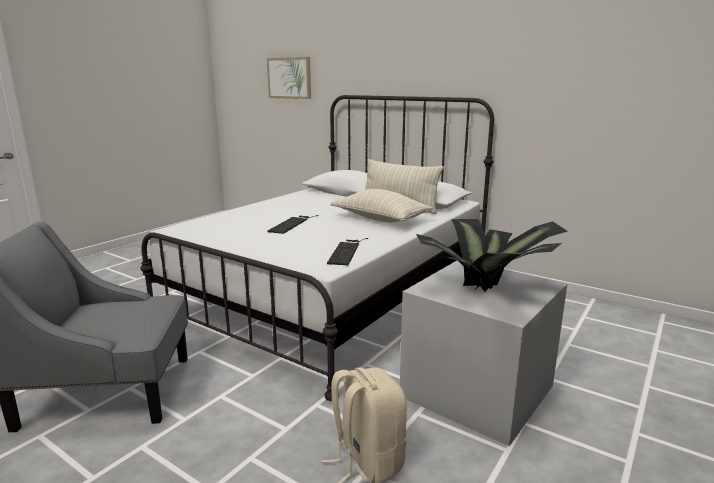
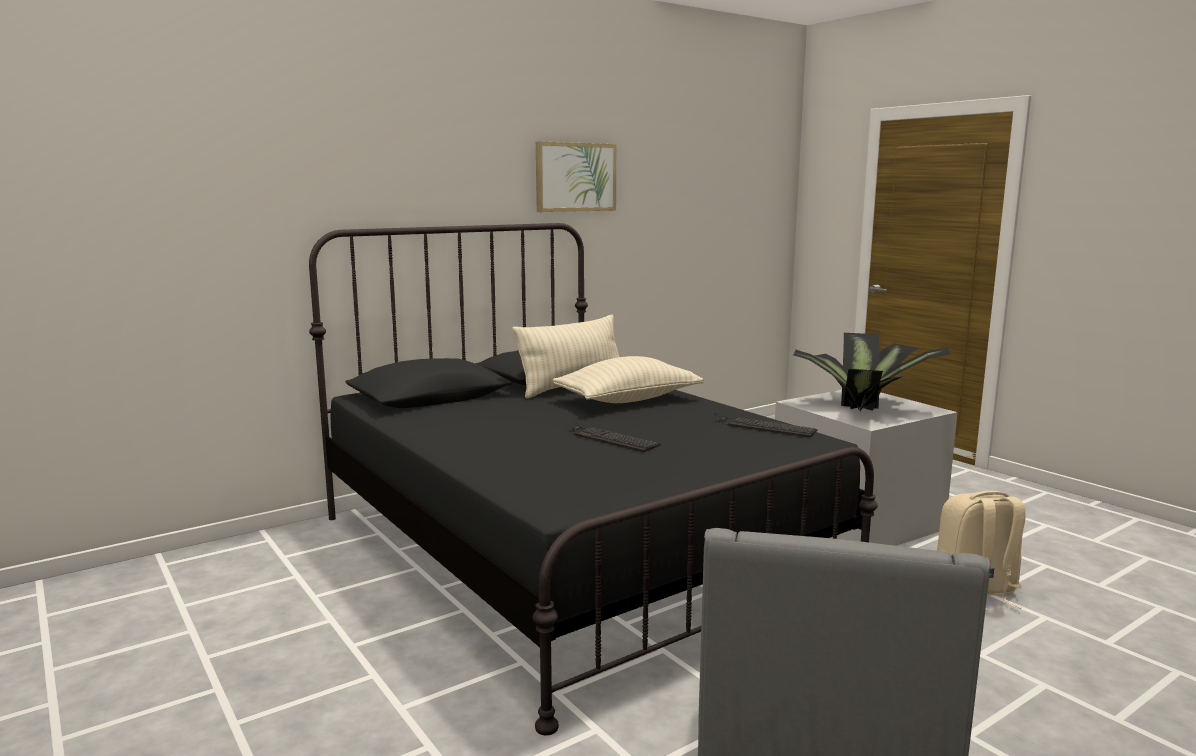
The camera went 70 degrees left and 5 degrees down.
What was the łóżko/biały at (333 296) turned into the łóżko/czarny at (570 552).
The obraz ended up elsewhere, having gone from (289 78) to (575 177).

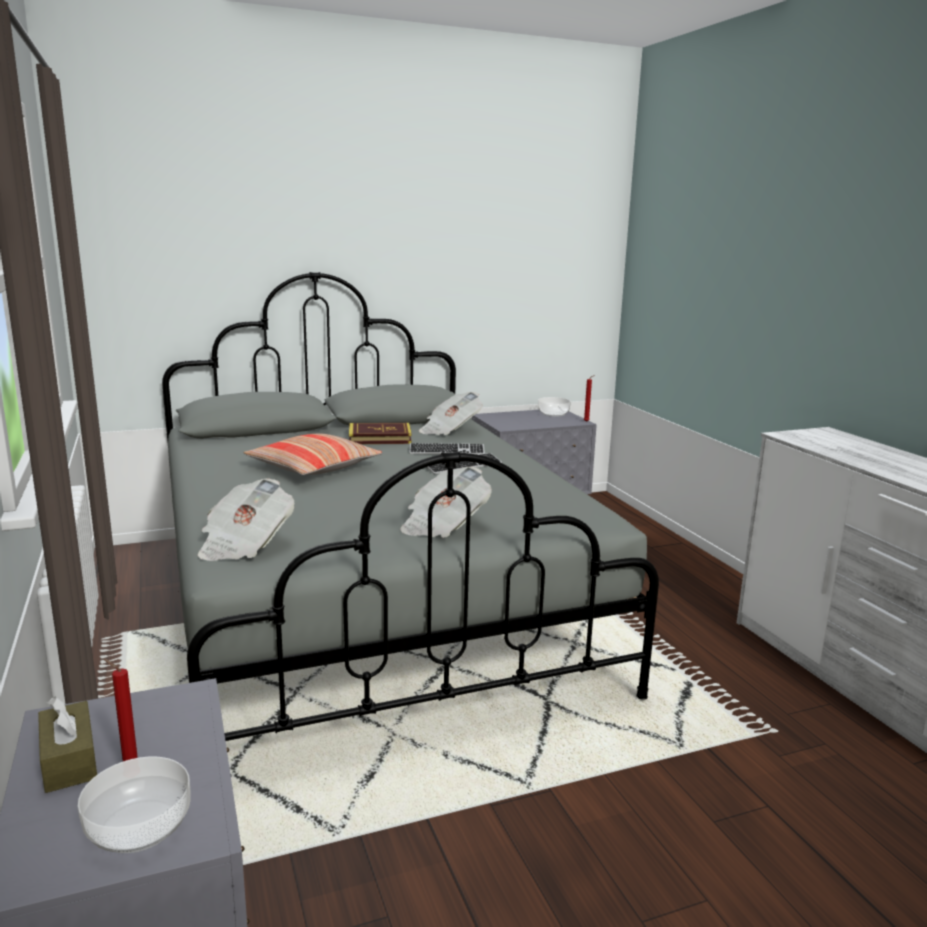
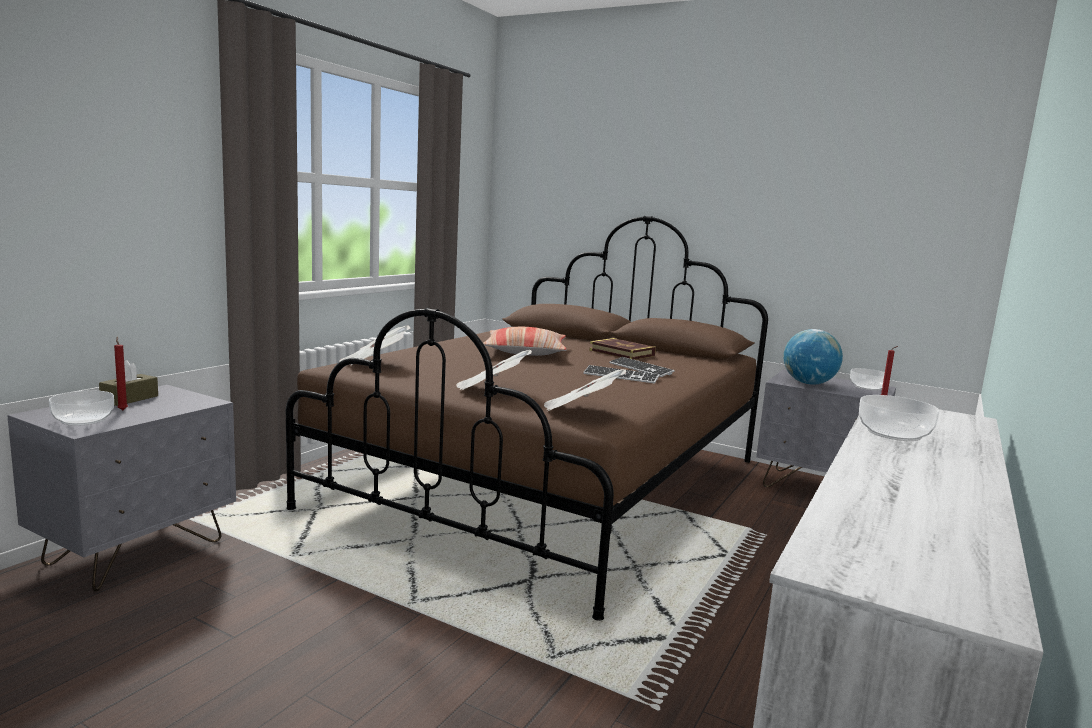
The camera went 50 degrees right and 5 degrees down.
What was the łóżko/szary at (369 605) turned into the łóżko/brązowy at (551 483).
The gazeta ended up elsewhere, having gone from (449 430) to (580 411).
The second view gained the globus at (808 383).
The second view gained the miska at (893 433).

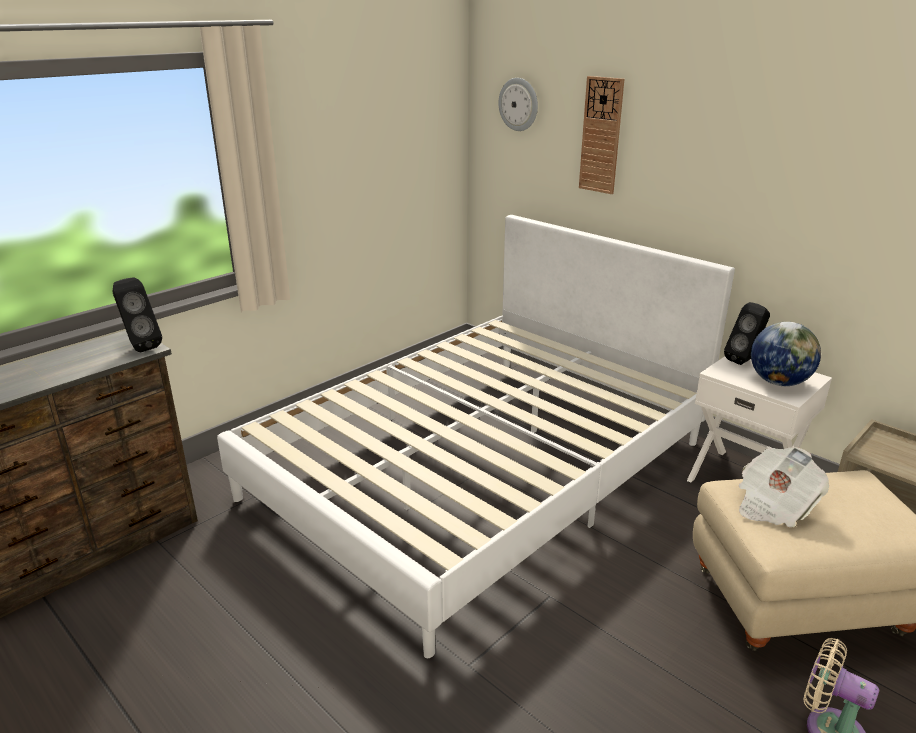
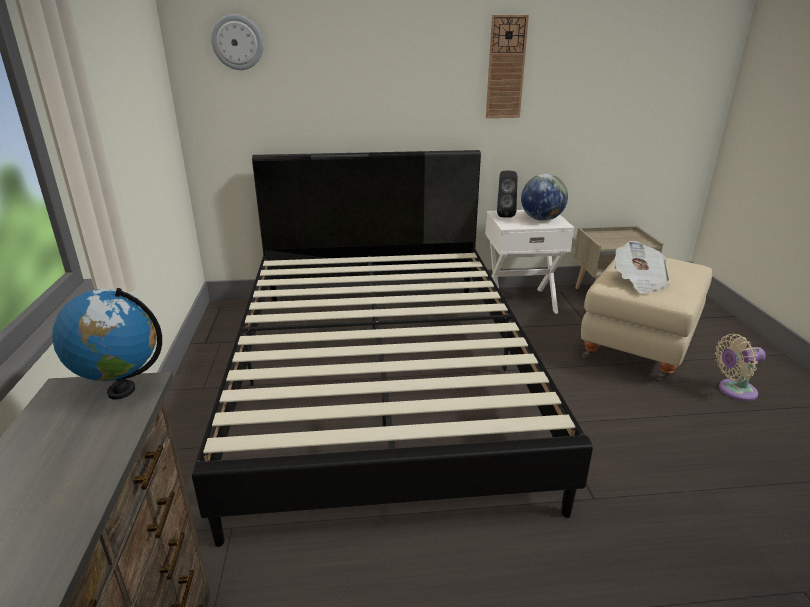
The camera went 50 degrees left and 0 degrees up.
Where the głośnik/czarny stood at (140 346), the globus came to stand at (122 390).
What was the łóżko/biały at (481 469) turned into the łóżko/czarny at (382 379).
The zegar ścienny ended up elsewhere, having gone from (601 135) to (506 68).

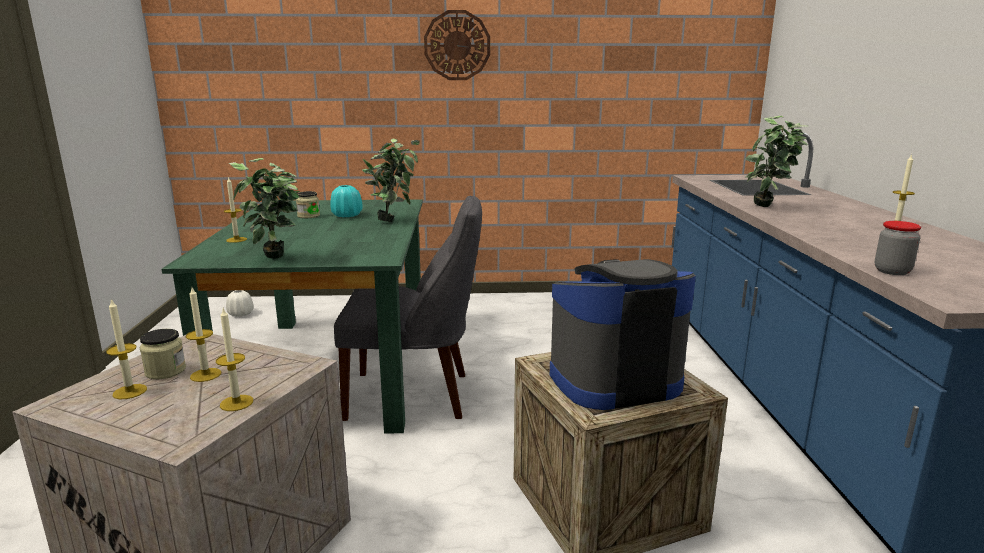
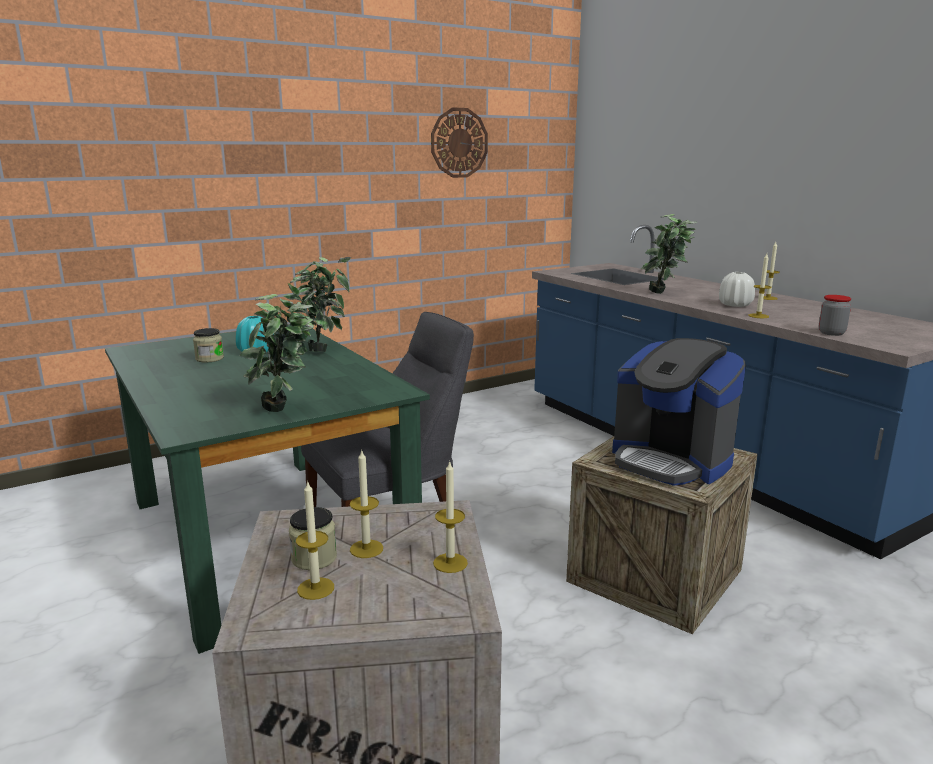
The camera went 30 degrees left and 0 degrees up.
The świeca ended up elsewhere, having gone from (236 240) to (758 316).
The wazon/biały ended up elsewhere, having gone from (240 314) to (735 305).
The zegar ścienny ended up elsewhere, having gone from (457 45) to (459 143).
The ekspres do kawy at (613 380) ended up facing another way, 90 degrees counterclockwise from before.

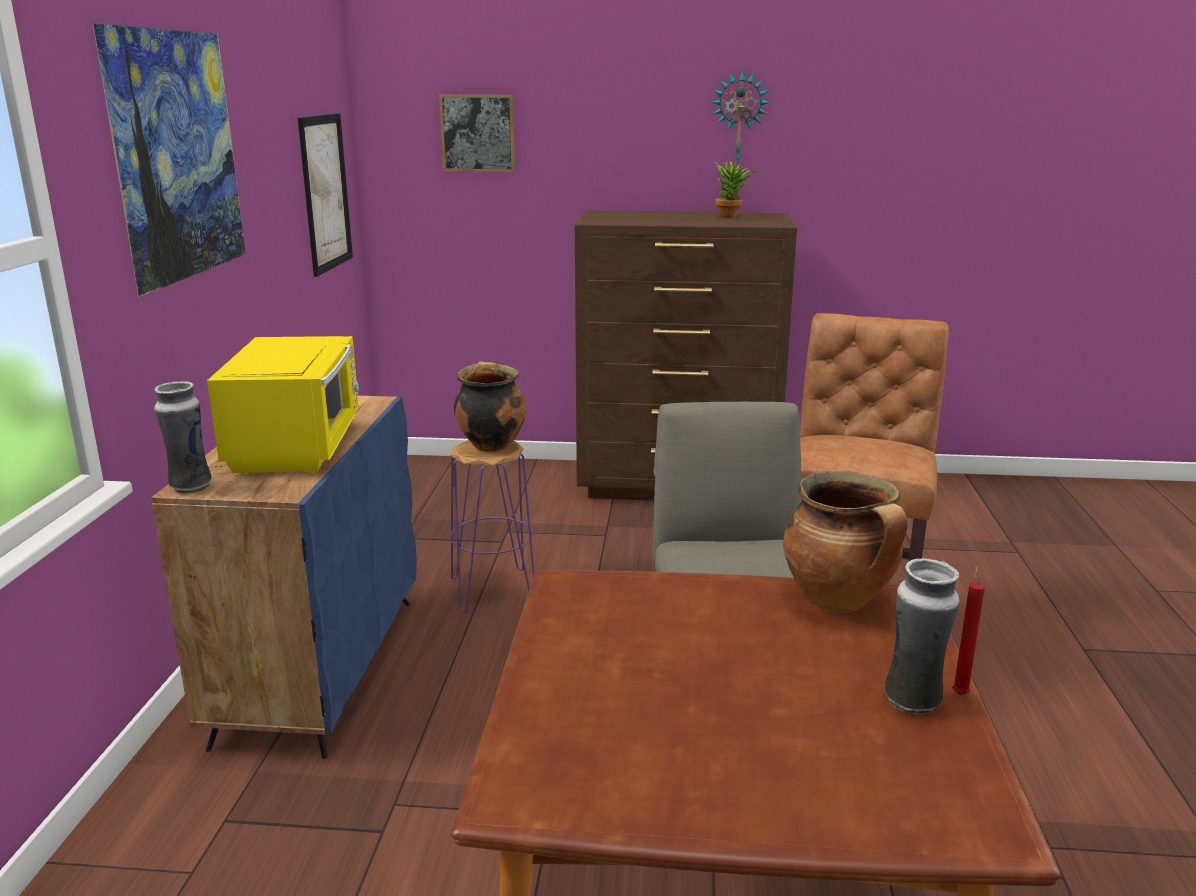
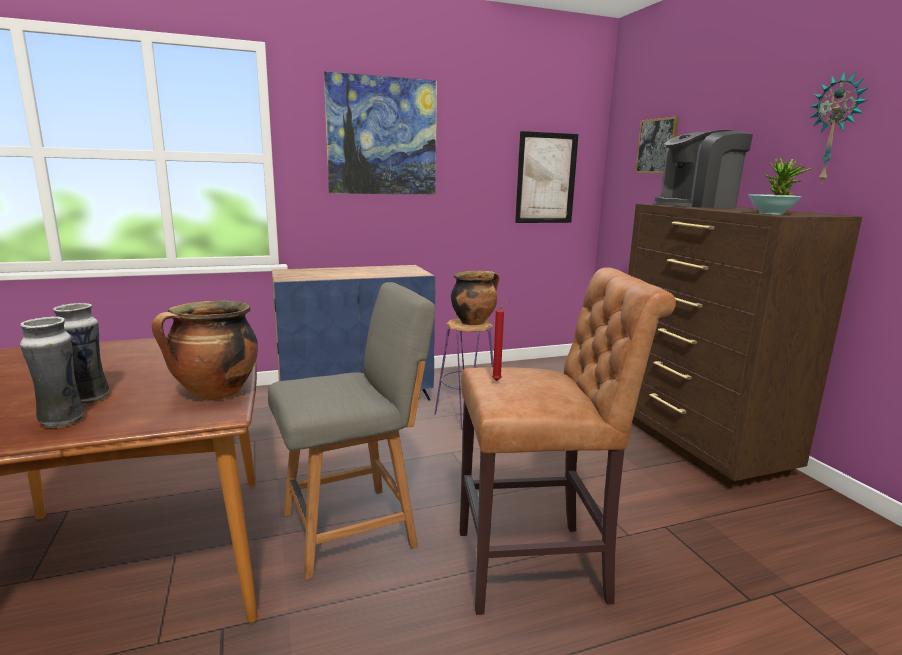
The camera went 65 degrees right and 5 degrees down.
The wazon ended up elsewhere, having gone from (190 487) to (88 398).
The second view lost the mikrofalówka/żółty at (298 447).
The świeca/czerwony ended up elsewhere, having gone from (960 693) to (498 380).
The second view gained the ekspres do kawy at (696 205).
The second view gained the miska/turkusowy at (771 213).

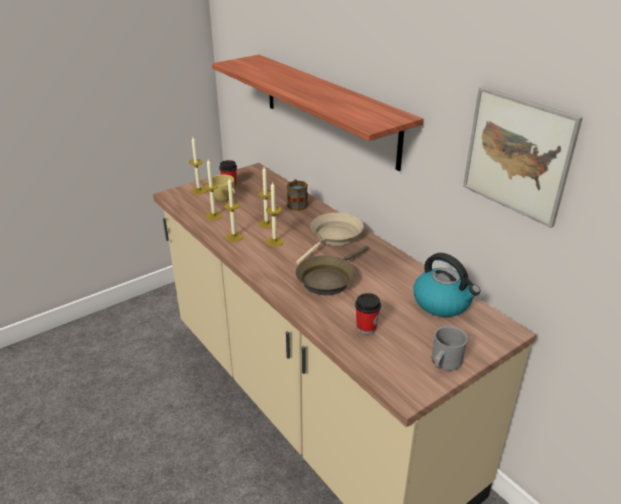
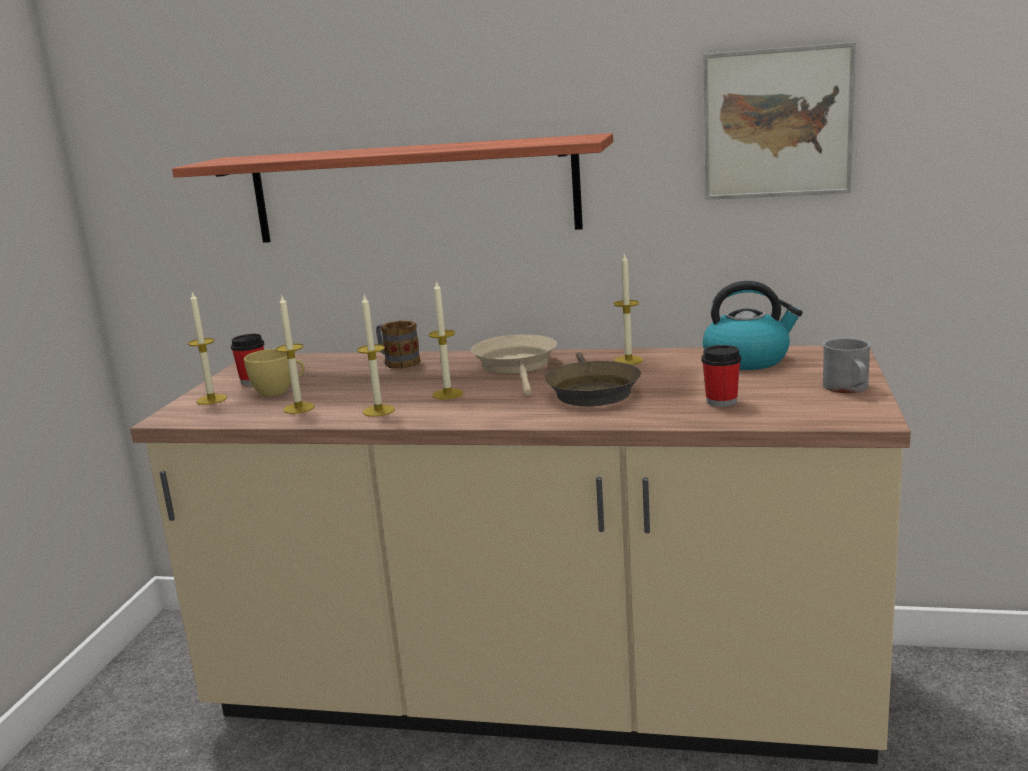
The camera went 40 degrees left and 15 degrees down.
The świeca ended up elsewhere, having gone from (266 224) to (628 360).

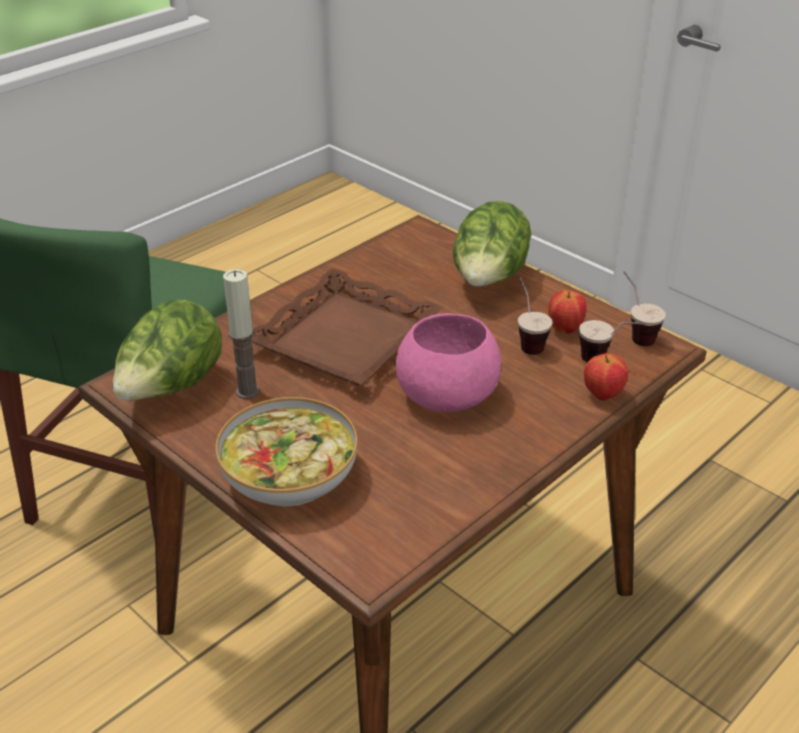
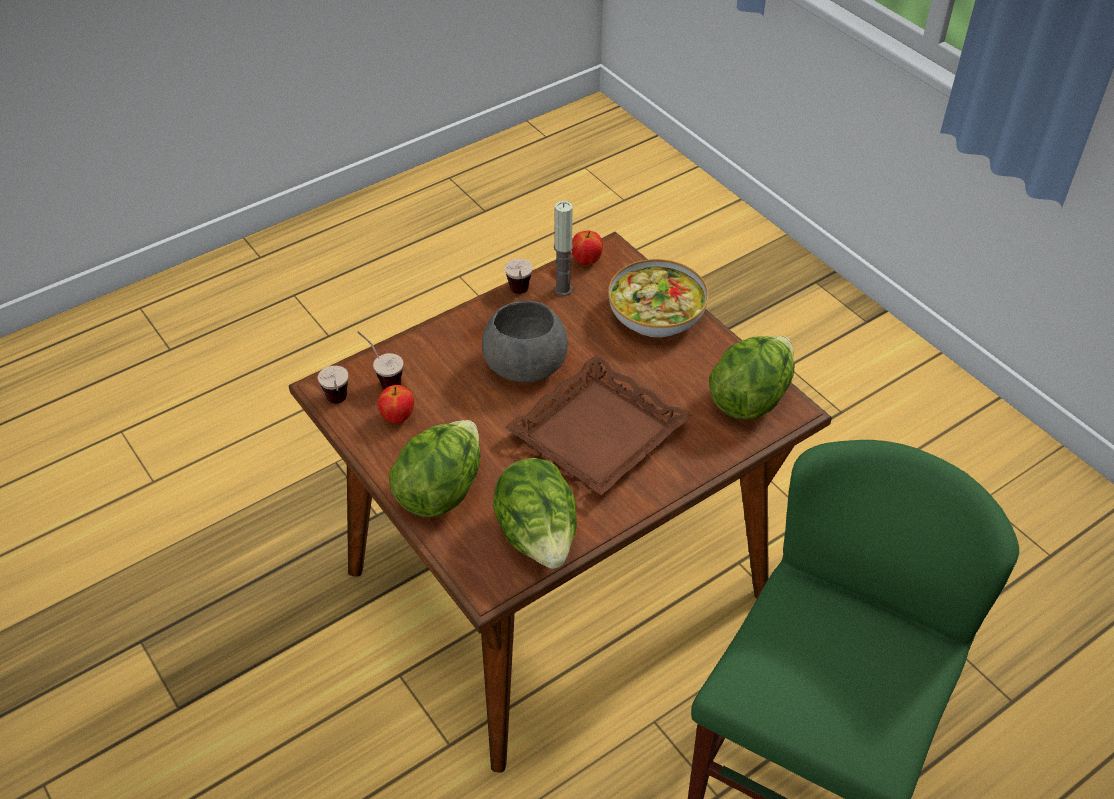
The camera went 170 degrees left and 10 degrees up.
The świeca ended up elsewhere, having gone from (247 391) to (563 289).
What was the miska/różowy at (449 393) turned into the miska/szary at (523 365).
The filiżanka ended up elsewhere, having gone from (527 341) to (520 295).
The jabłko ended up elsewhere, having gone from (602 395) to (586 261).
The second view gained the sałata at (538 537).

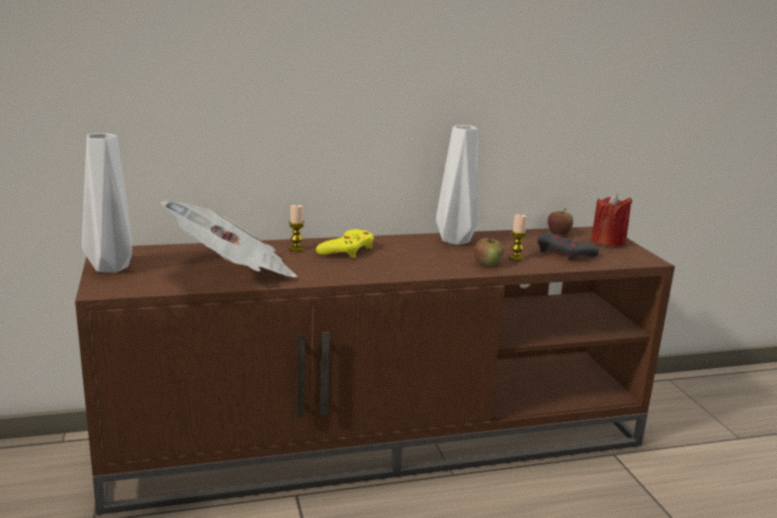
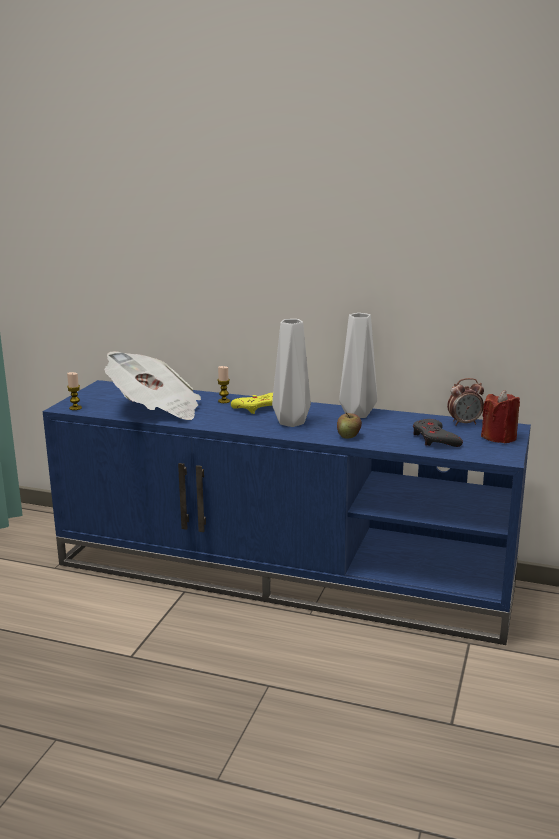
The camera went 35 degrees right and 0 degrees up.
What was the szafka pod telewizor/brązowy at (380 439) turned into the szafka pod telewizor/niebieski at (284 574).
The wazon/biały ended up elsewhere, having gone from (108 268) to (290 422).
The świeca ended up elsewhere, having gone from (516 258) to (75 408).
Where the jabłko stood at (558 233), the budzik came to stand at (464 423).

